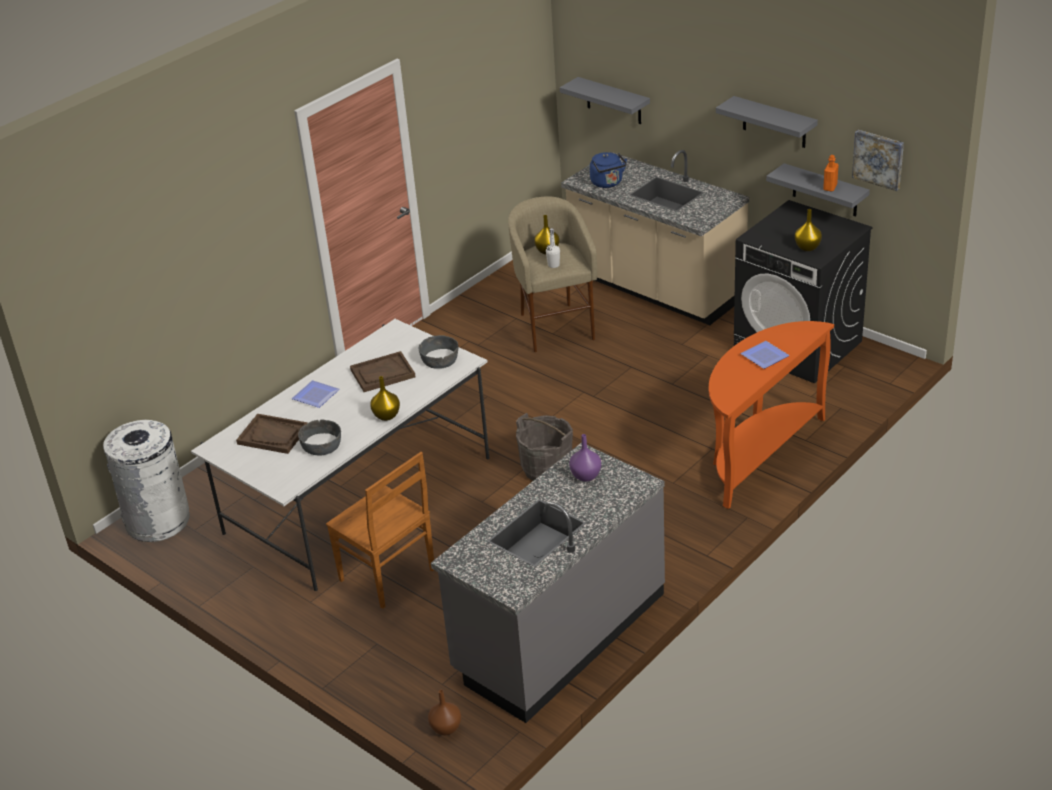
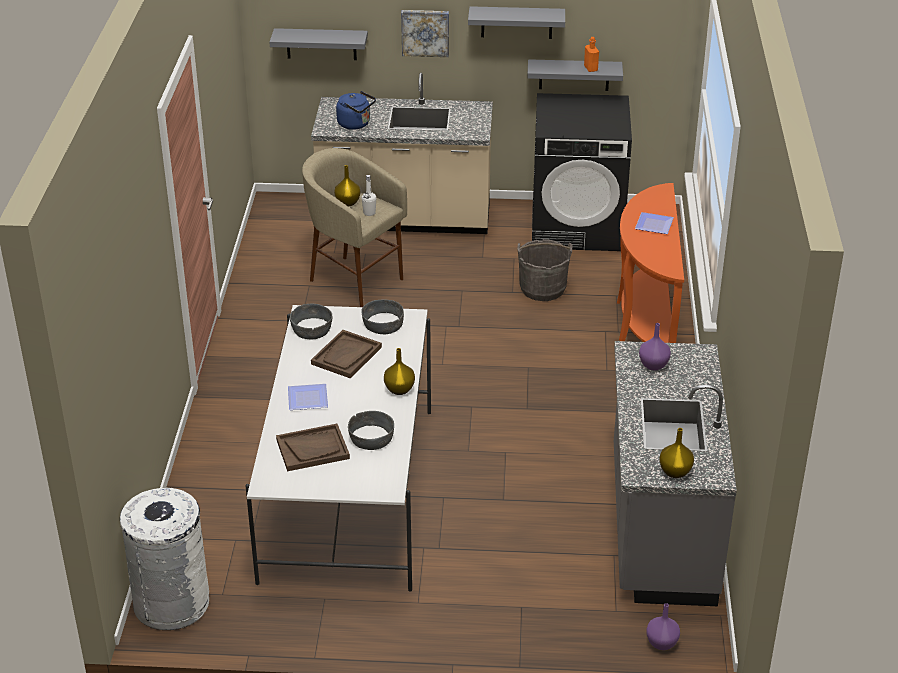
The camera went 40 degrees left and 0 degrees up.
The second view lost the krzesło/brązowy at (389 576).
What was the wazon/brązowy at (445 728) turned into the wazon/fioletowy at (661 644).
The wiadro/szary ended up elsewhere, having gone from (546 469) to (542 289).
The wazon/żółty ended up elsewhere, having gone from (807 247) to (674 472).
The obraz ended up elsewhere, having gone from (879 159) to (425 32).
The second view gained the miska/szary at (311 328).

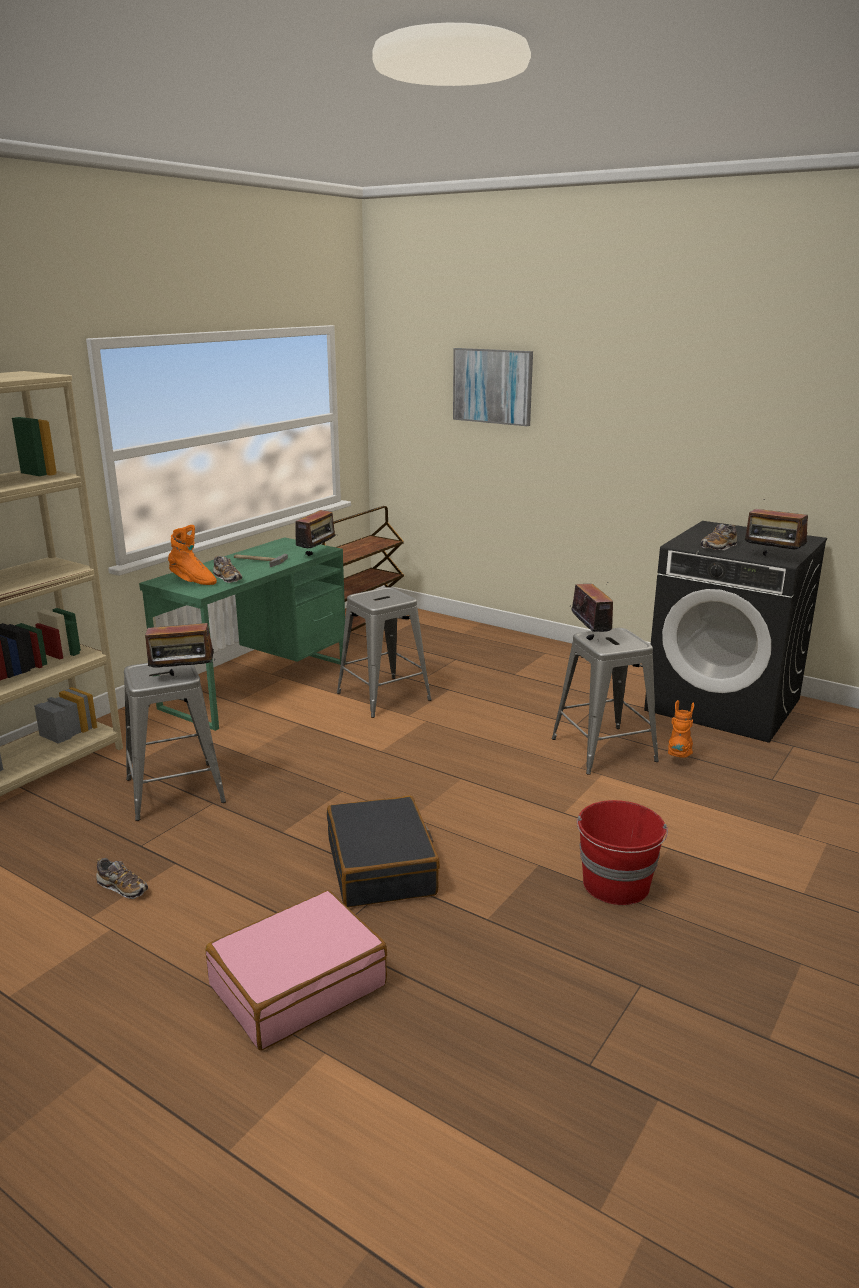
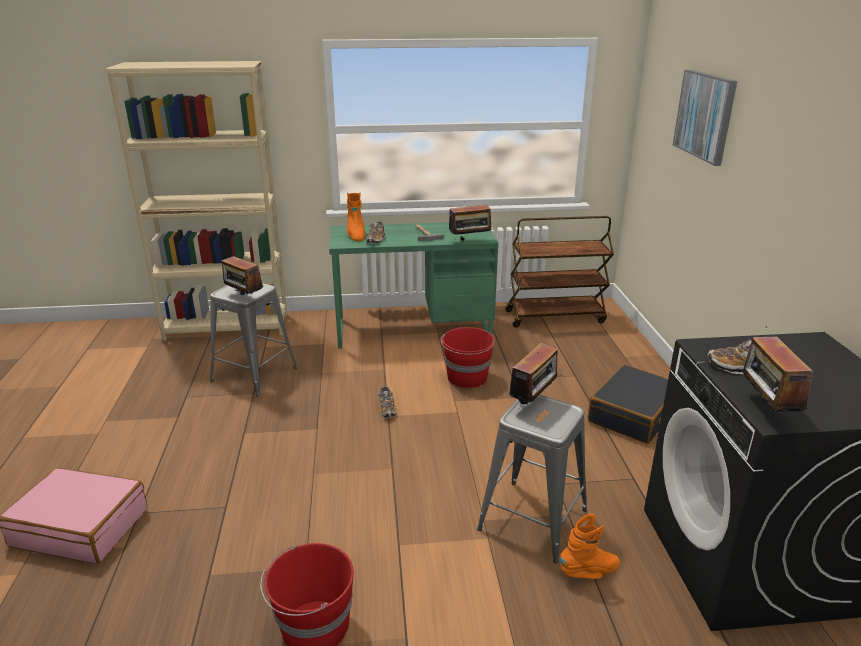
The camera went 50 degrees right and 5 degrees up.
The but ended up elsewhere, having gone from (122 888) to (387 409).
The walizka/czarny ended up elsewhere, having gone from (382 867) to (633 415).
Where the stołek/szary stood at (383 696), the wiadro/czerwony came to stand at (467 378).

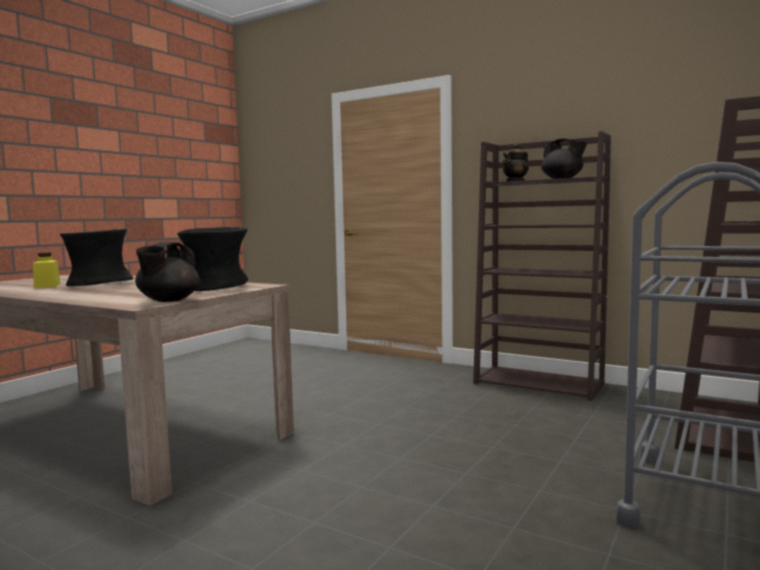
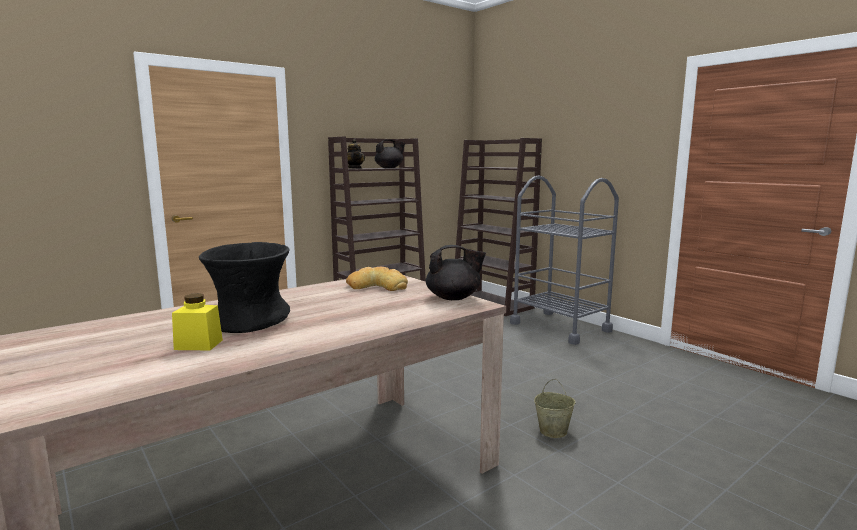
The camera went 70 degrees left and 5 degrees up.
The imbryk/czarny at (168 300) ended up facing another way, 45 degrees counterclockwise from before.
Where the wazon/czarny stood at (216 287), the chleb came to stand at (377 286).
The second view gained the wiadro/beżowy at (553 431).

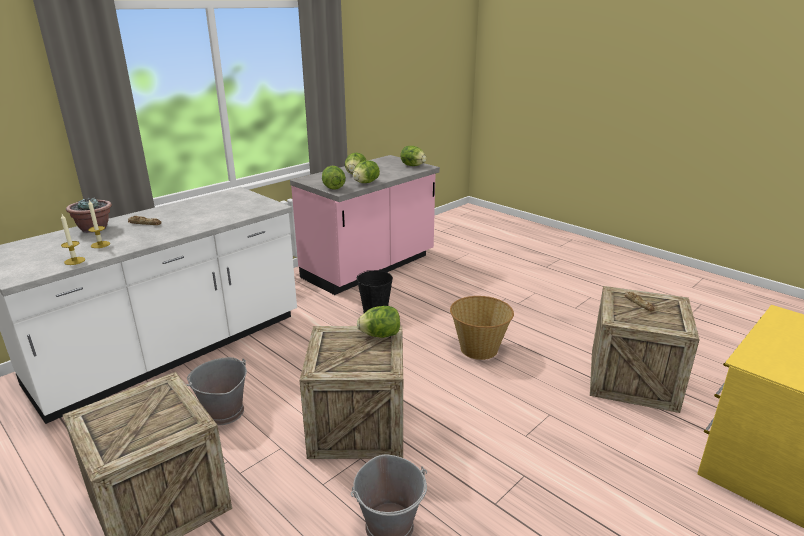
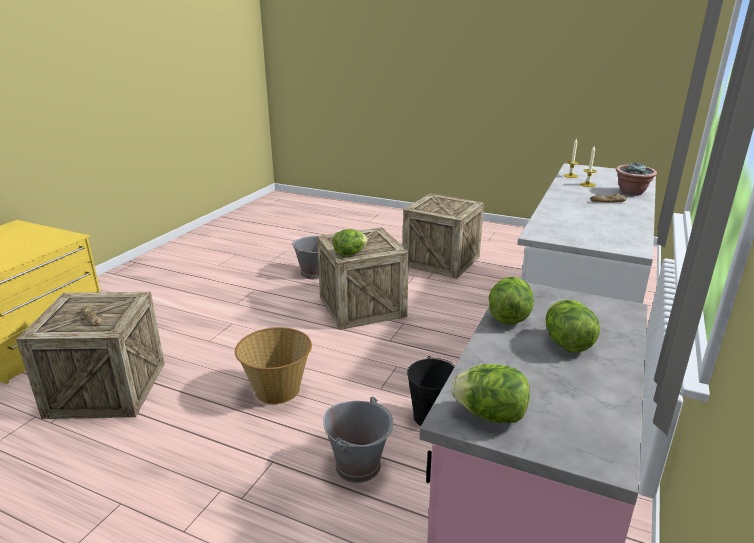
The camera went 160 degrees right and 0 degrees up.
The wiadro/szary ended up elsewhere, having gone from (223 412) to (358 465).
The second view lost the sałata at (333 188).

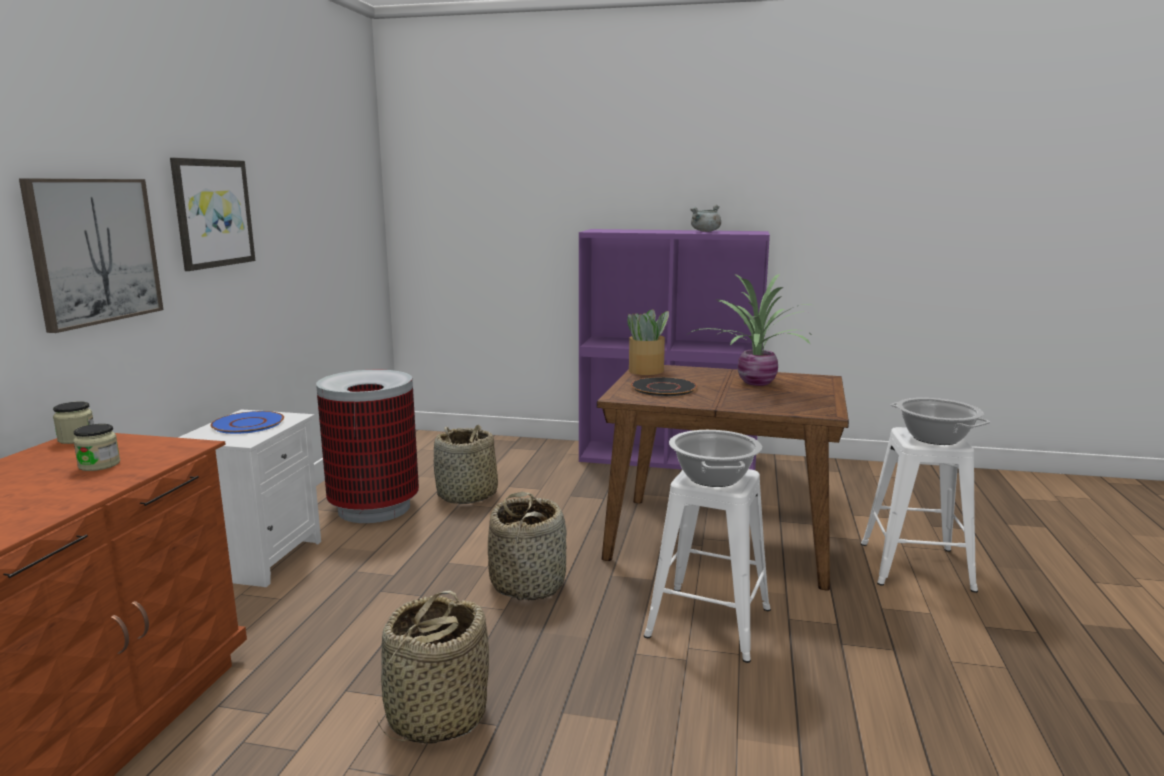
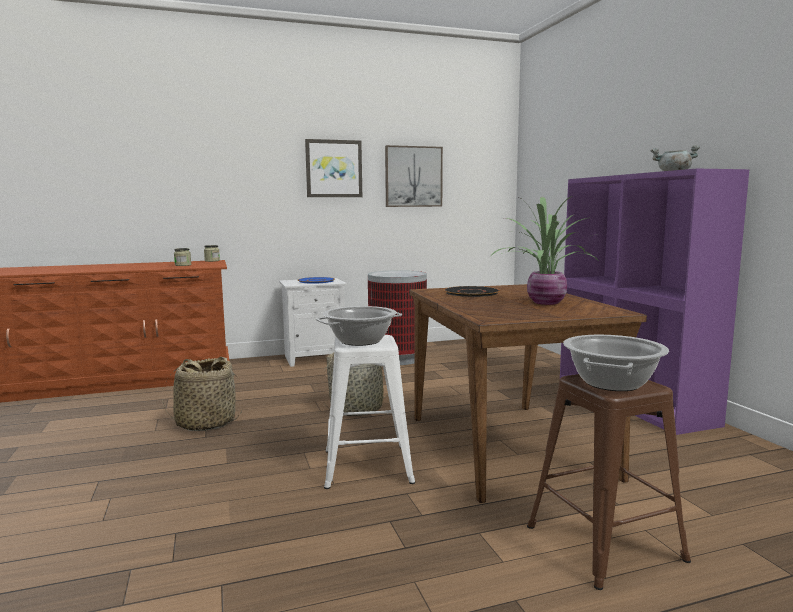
The camera went 60 degrees right and 5 degrees down.
The obraz ended up elsewhere, having gone from (94 251) to (413 176).
The second view lost the koszyk at (467 495).
The second view lost the roślina doniczkowa at (647 370).
What was the stołek/biały at (917 567) turned into the stołek/brązowy at (604 543).

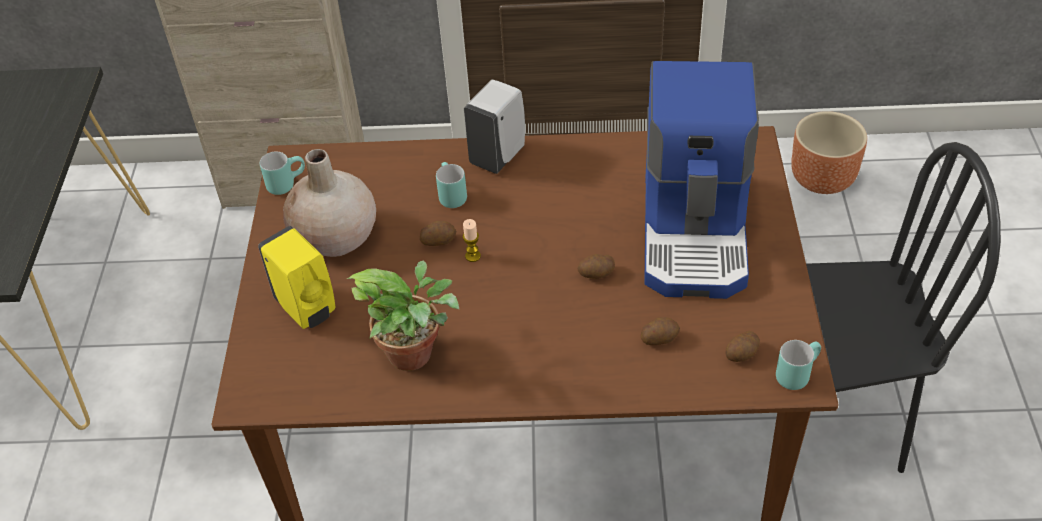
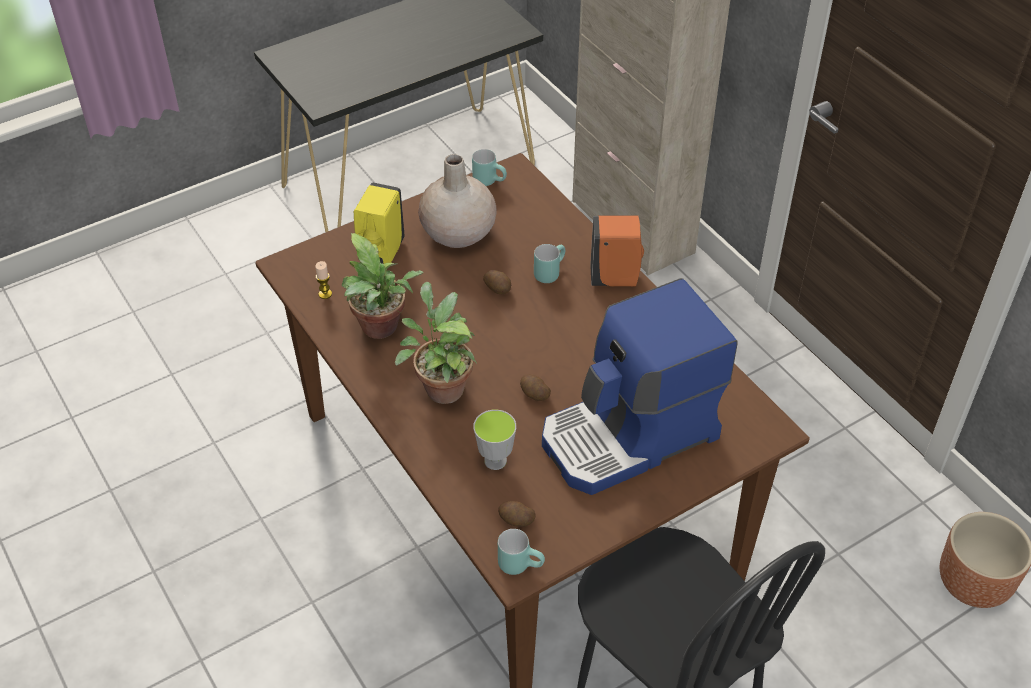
The camera went 55 degrees right and 0 degrees up.
The świeca ended up elsewhere, having gone from (473 256) to (325 294).
What was the dozownik mydła/biały at (499 155) turned into the dozownik mydła/pomarańczowy at (616 278).
Where the ziemniak stood at (659 338), the filiżanka came to stand at (495 461).
The second view gained the roślina doniczkowa at (441 386).

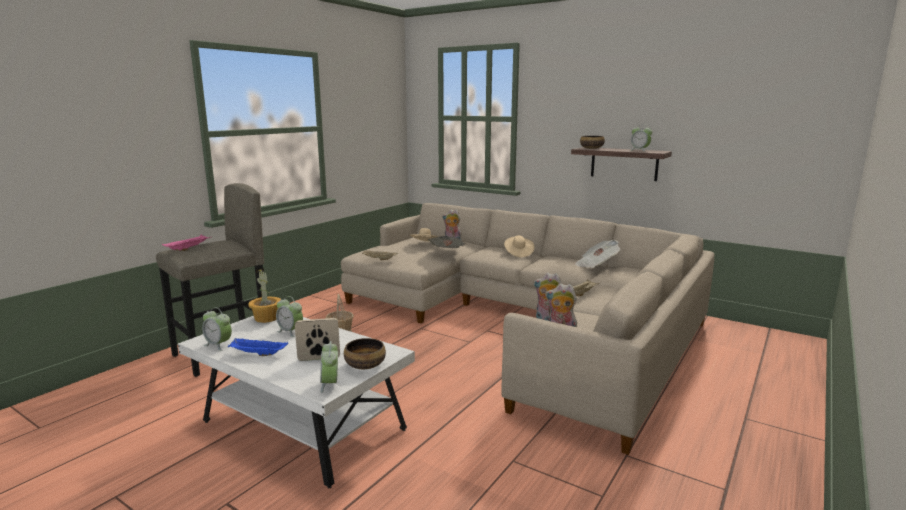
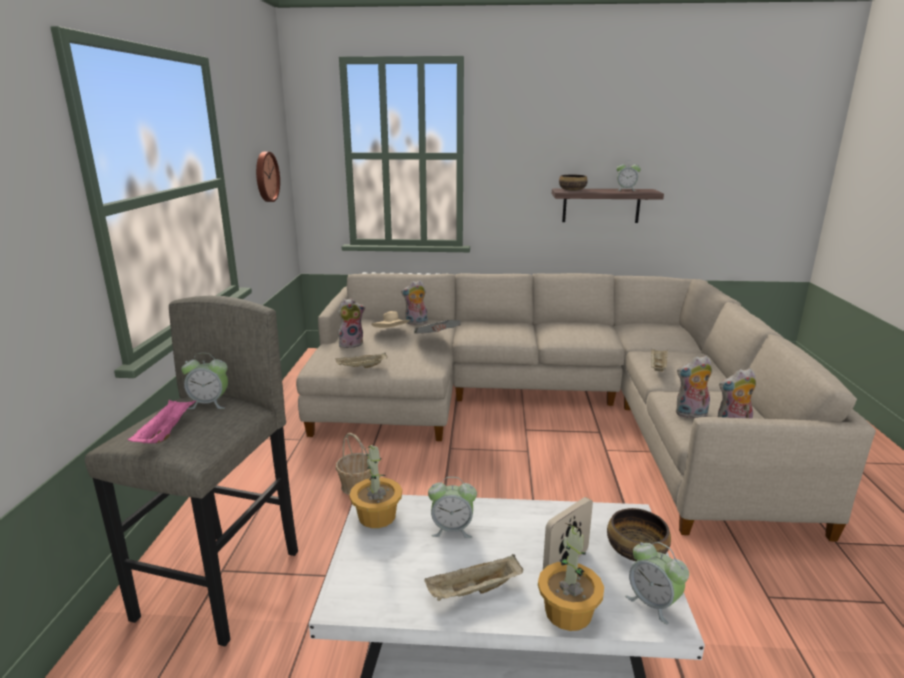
The camera went 30 degrees left and 5 degrees up.
The budzik ended up elsewhere, having gone from (218 345) to (209 404).
What was the taca/niebieski at (257 354) turned into the taca/beżowy at (474 591).
The second view lost the kapelusz/beżowy at (518 253).
The second view lost the gazeta at (596 265).
The second view gained the zegar ścienny at (265 177).
The second view gained the pluszak at (351 344).
The second view gained the roślina doniczkowa at (568 613).

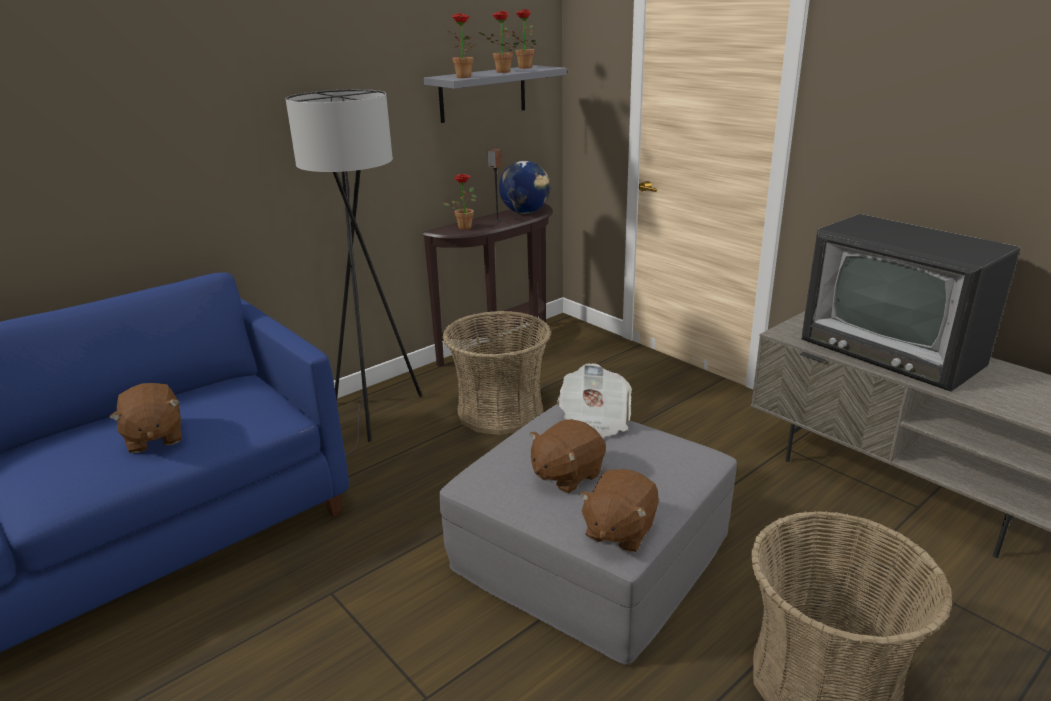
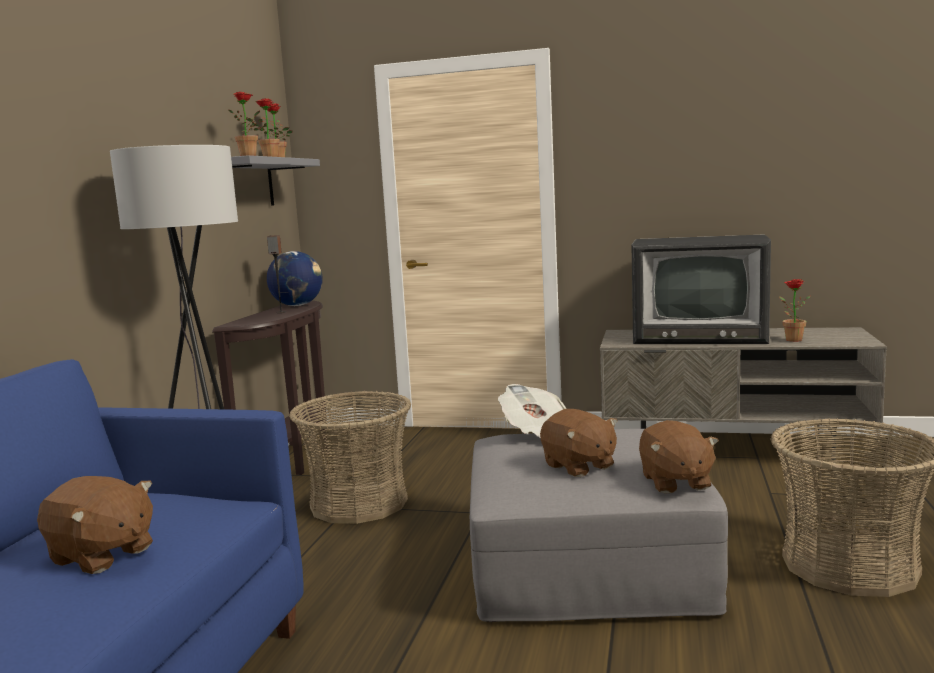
The camera went 35 degrees left and 15 degrees down.
The roślina doniczkowa ended up elsewhere, having gone from (465 226) to (790 339).
The pluszak/brązowy at (566 475) ended up facing another way, 45 degrees counterclockwise from before.

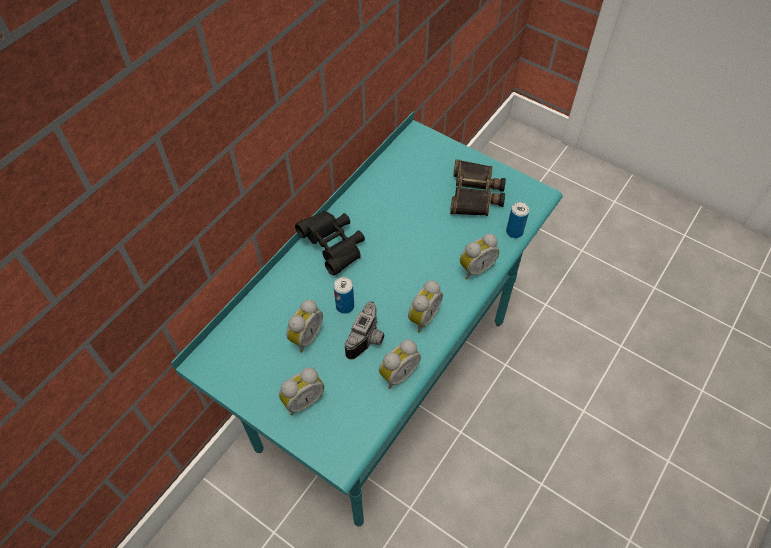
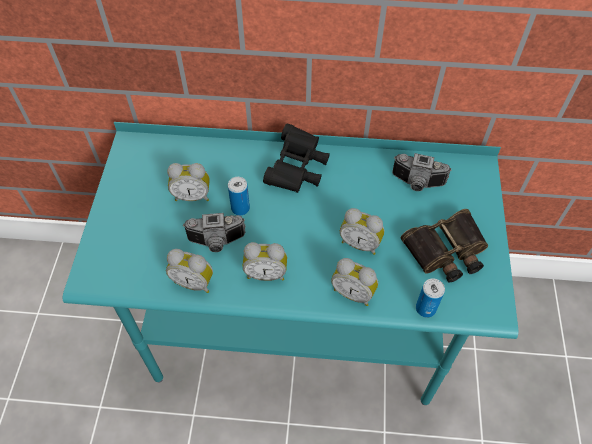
The camera went 60 degrees right and 0 degrees up.
The budzik ended up elsewhere, having gone from (302 400) to (360 243).
The second view gained the aparat fotograficzny at (417 184).

